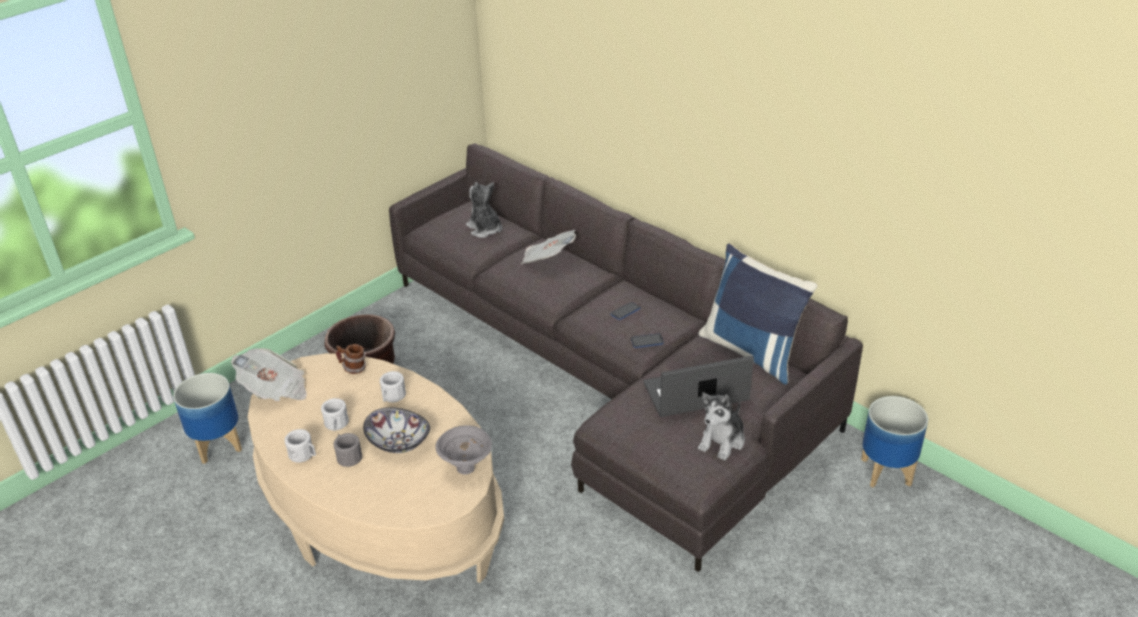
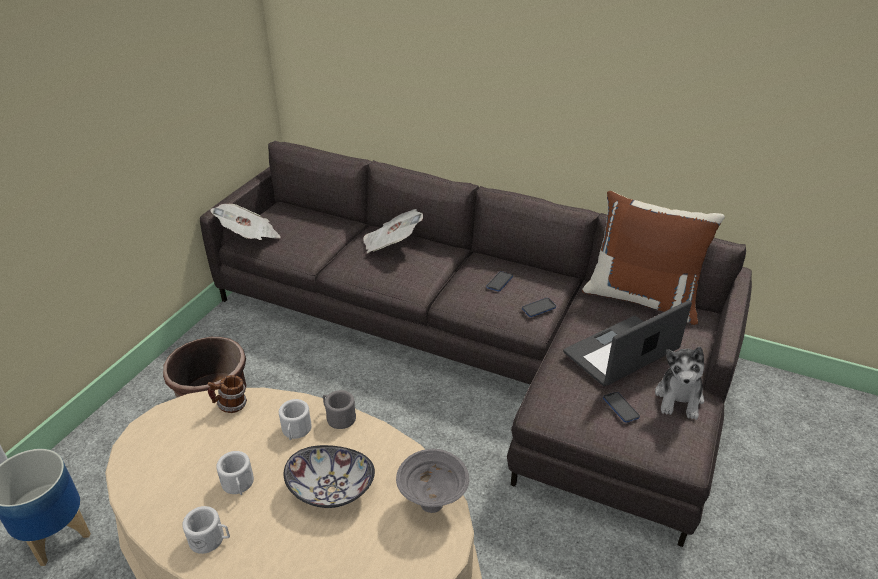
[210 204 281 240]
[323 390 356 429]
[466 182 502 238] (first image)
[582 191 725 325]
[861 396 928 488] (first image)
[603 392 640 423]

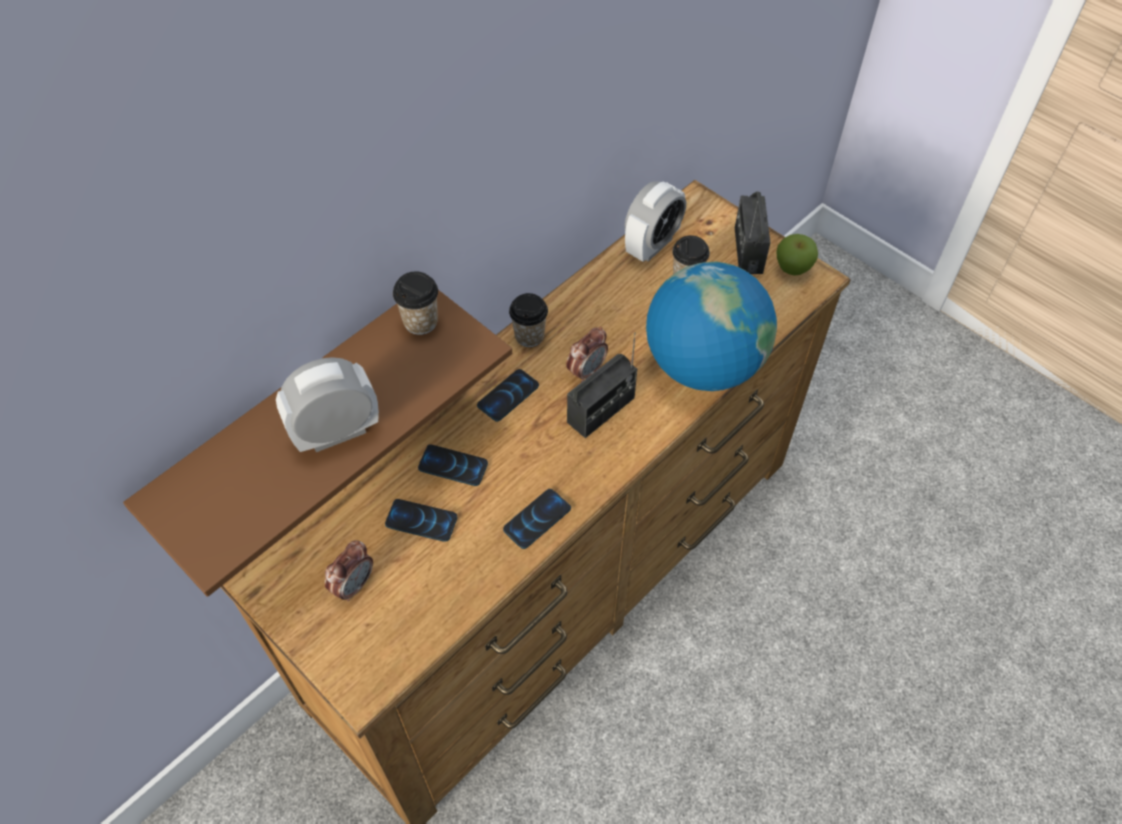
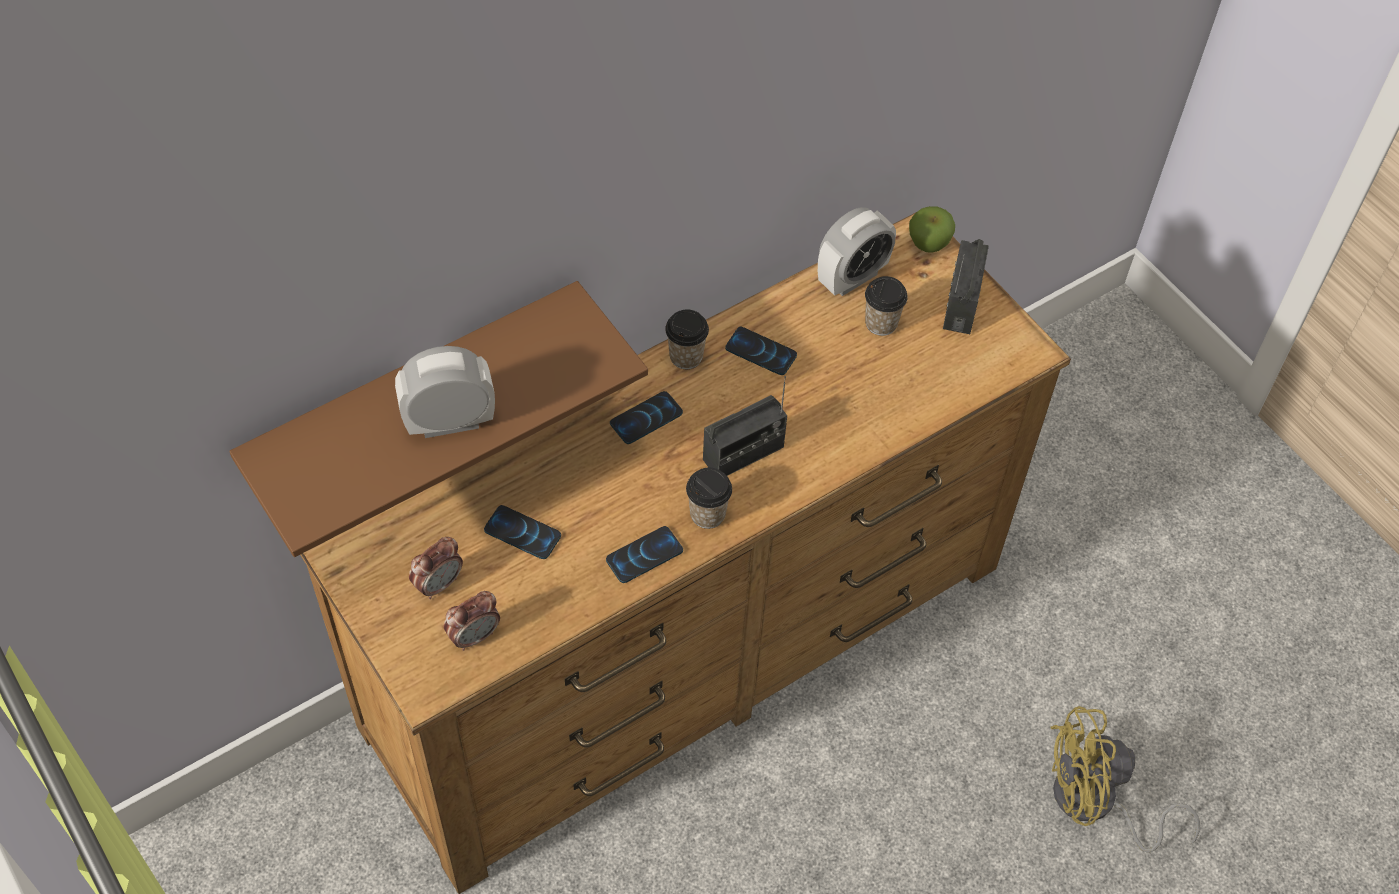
[686 468 732 529]
[725 327 797 375]
[444 591 500 651]
[646 262 777 391] (first image)
[909 206 955 253]
[1050 706 1200 853]

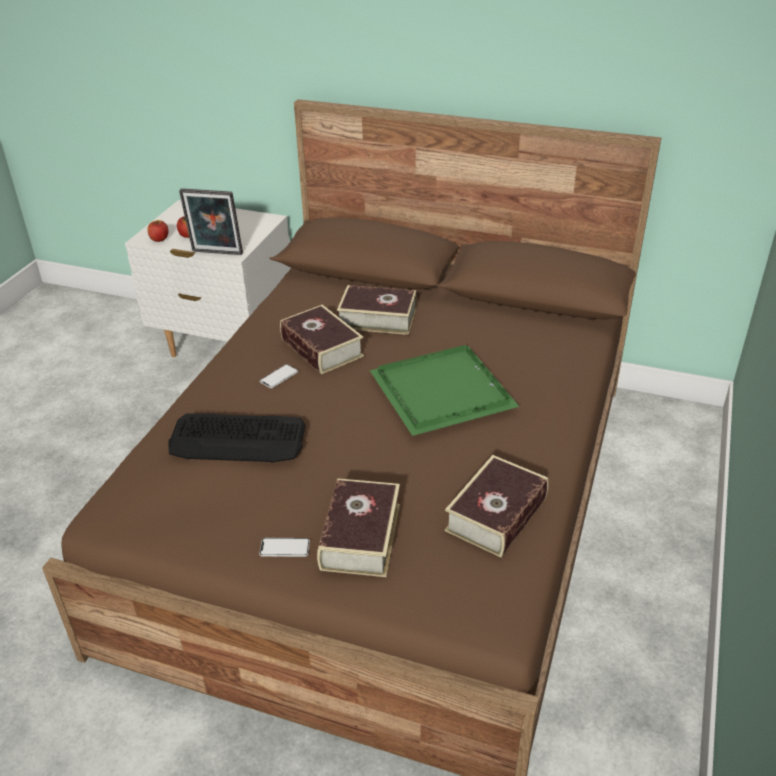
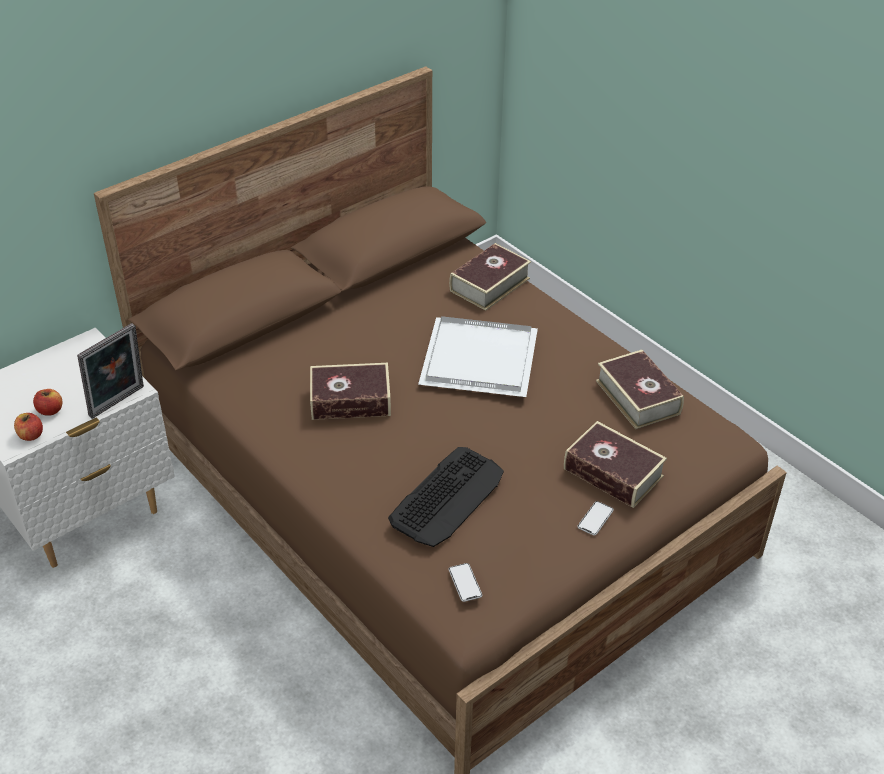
[449 563 482 602]
[449 243 531 311]
[418 316 538 397]

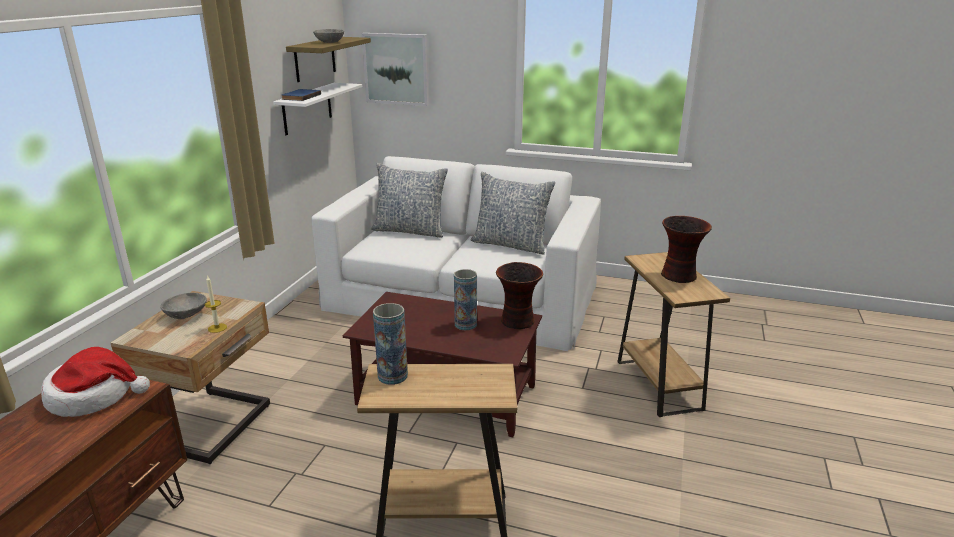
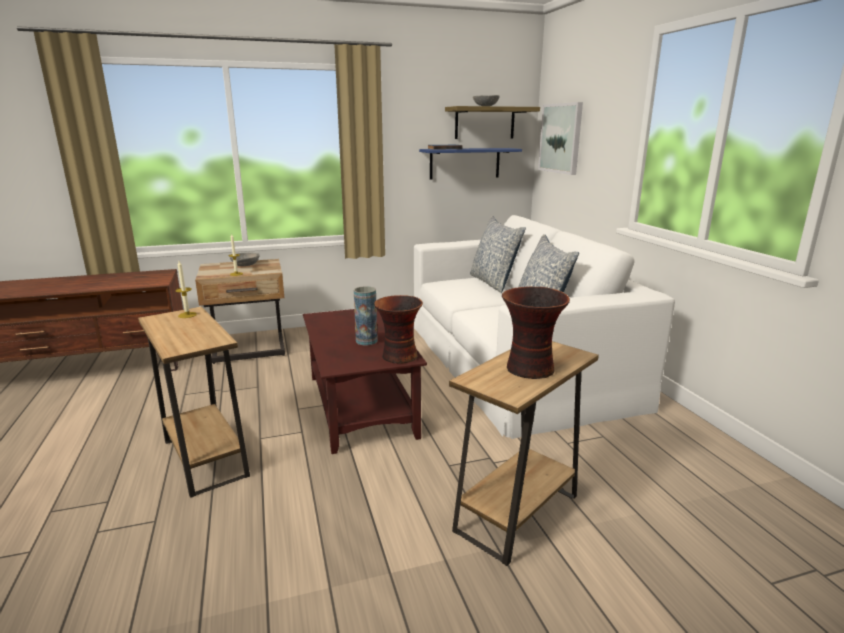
[41 347 150 417] (first image)
[419 148 522 180]
[175 261 197 318]

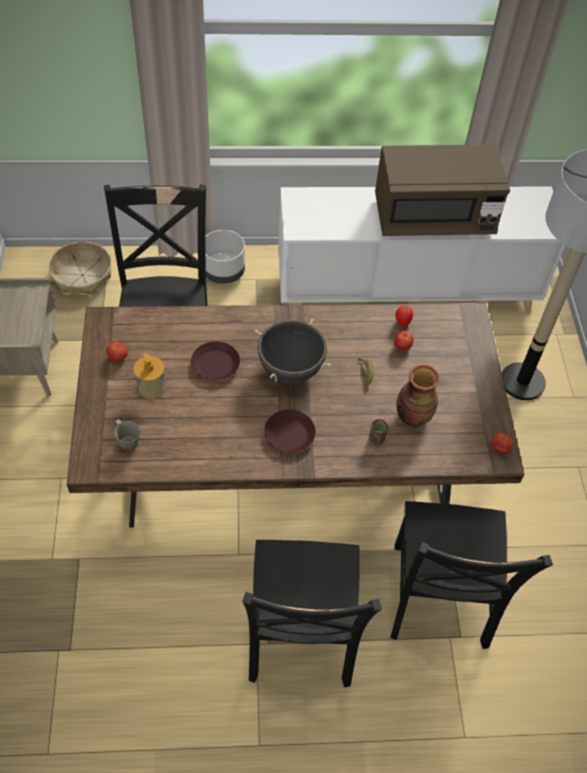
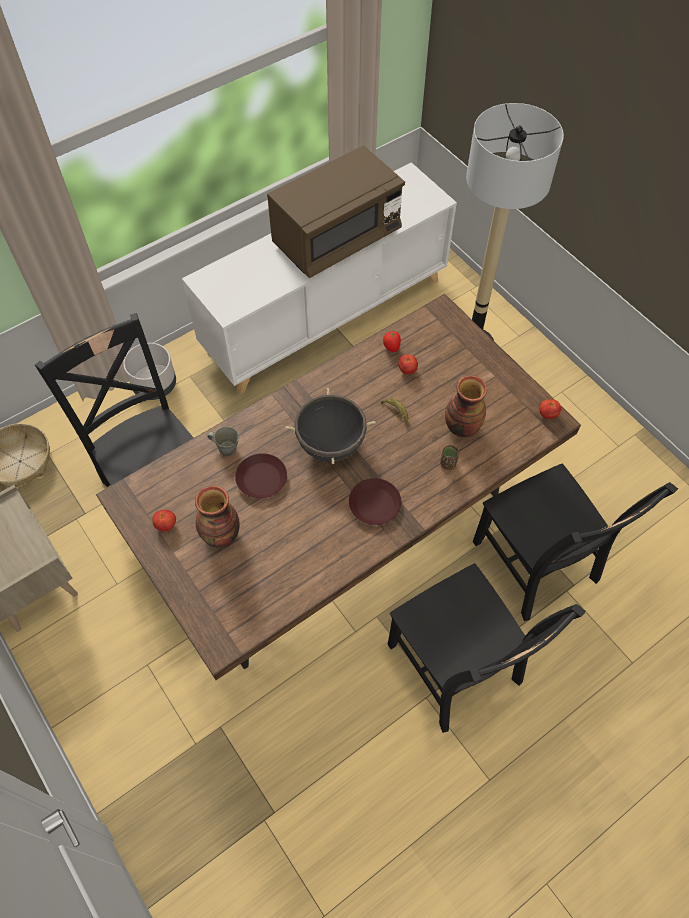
[207 427 239 456]
[195 486 240 548]

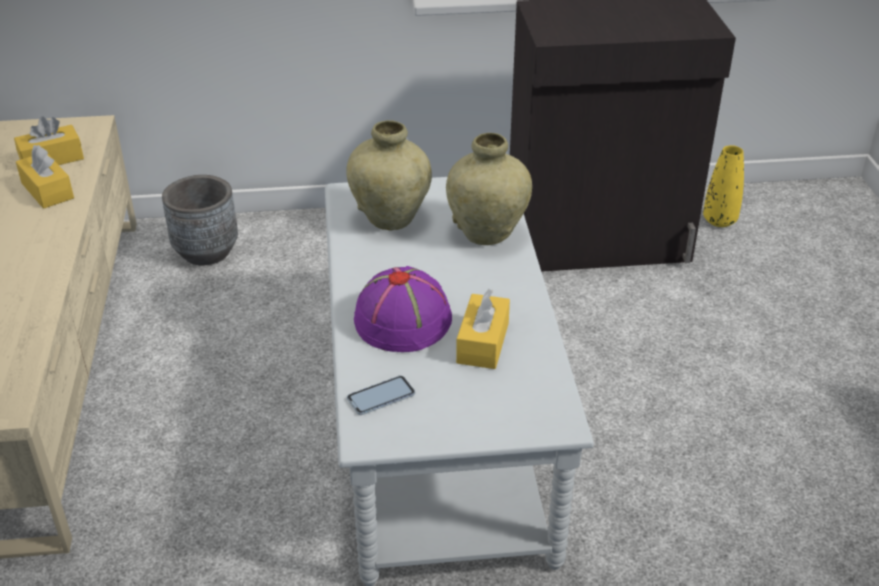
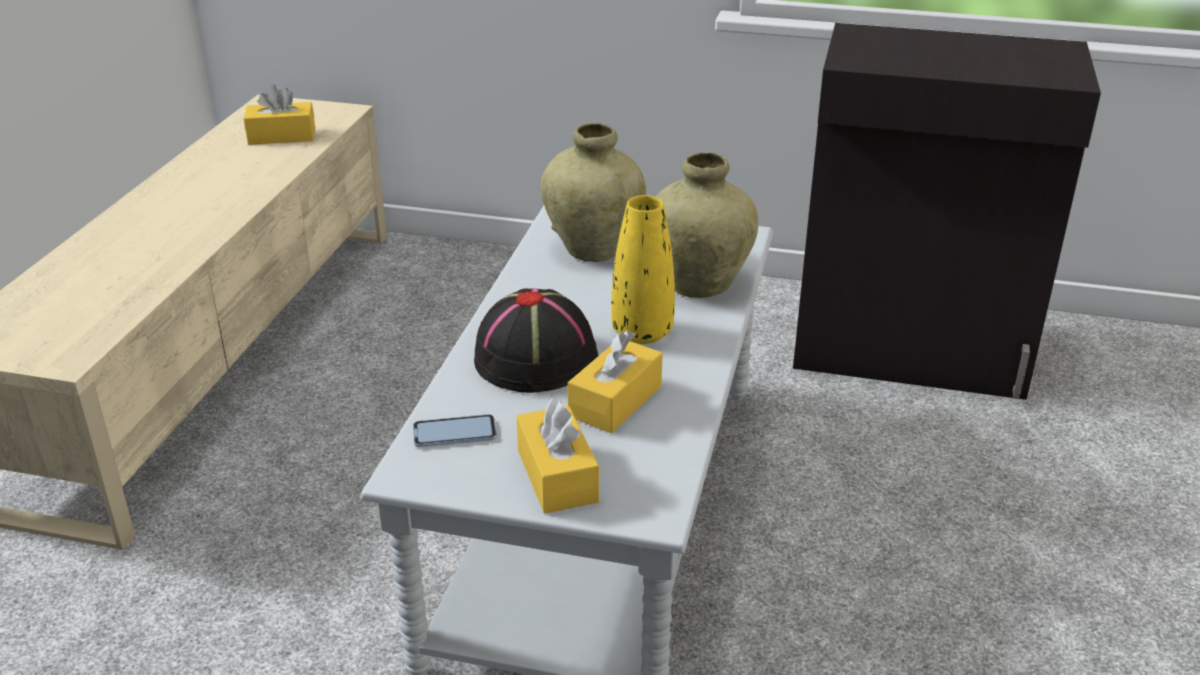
[516 398 599 513]
[162 175 238 265] (first image)
[474 288 598 393]
[611 195 675 344]

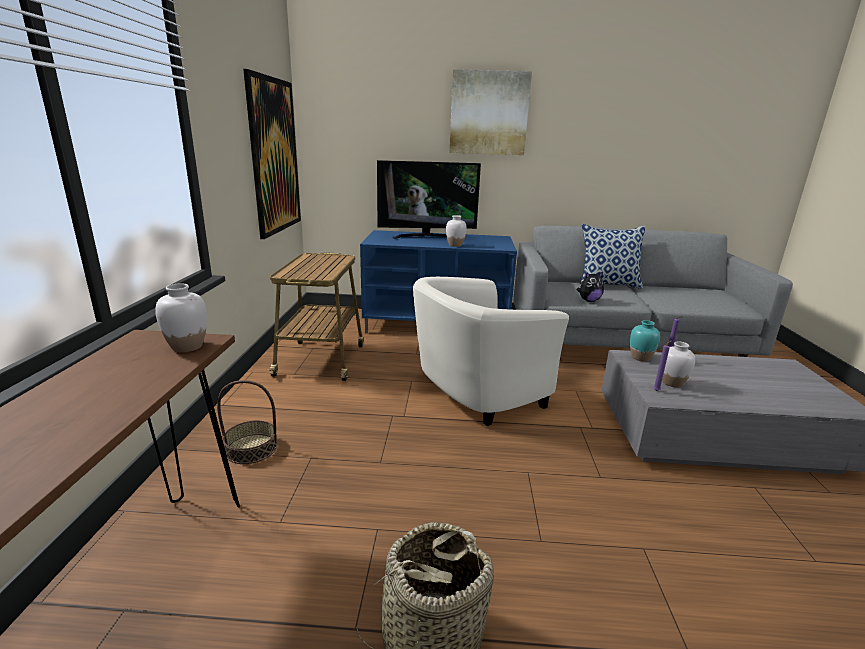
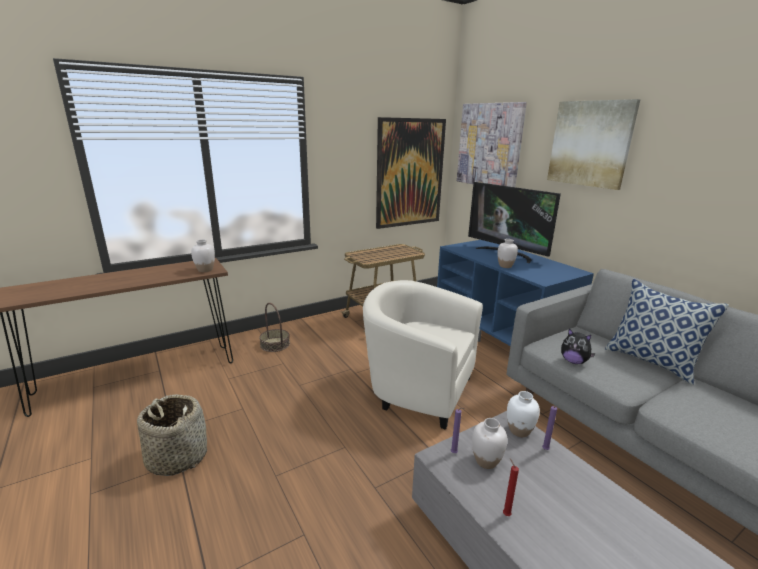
[507 391 540 437]
[457 102 527 187]
[503 458 519 516]

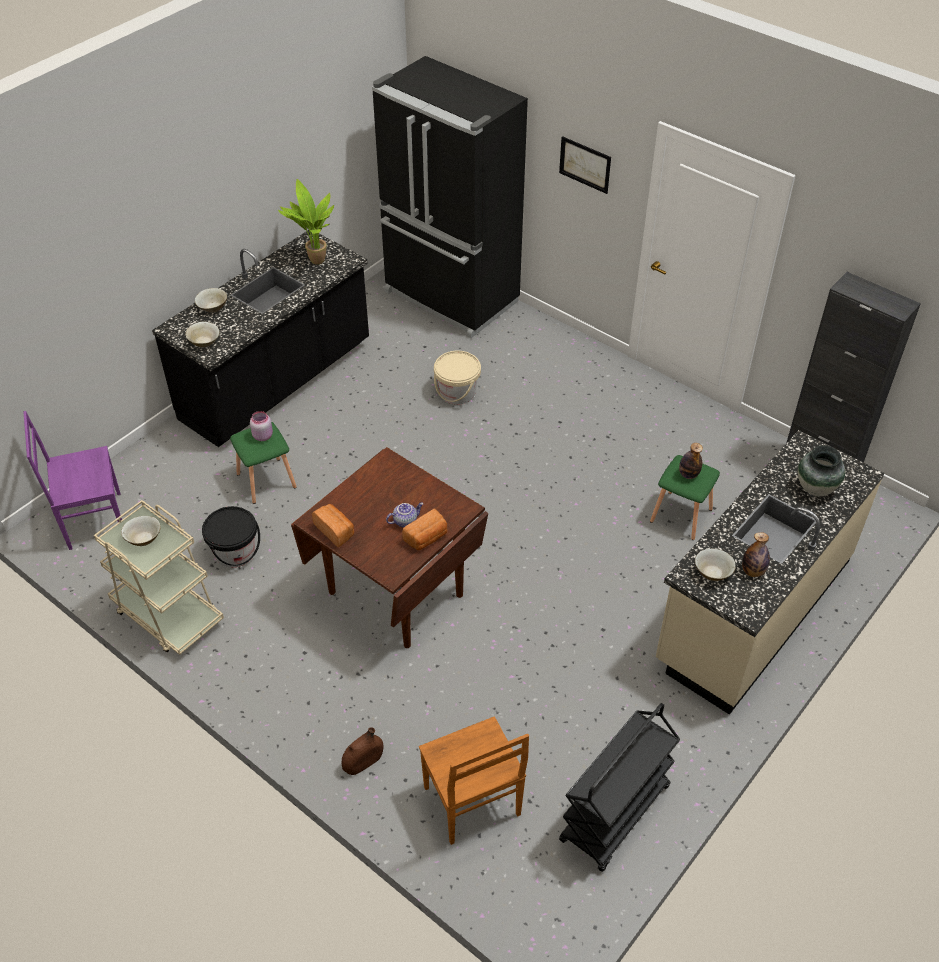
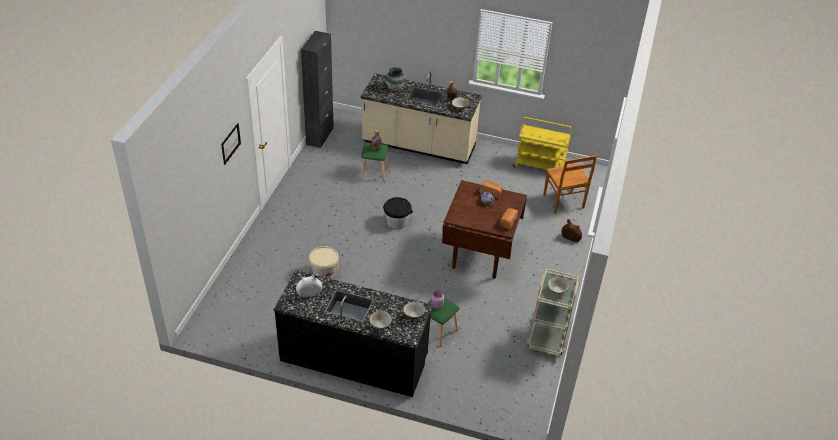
[24 411 122 550] (first image)
[383 197 413 229]
[296 273 322 297]
[372 56 528 338] (first image)
[543 155 597 214]
[513 117 572 170]

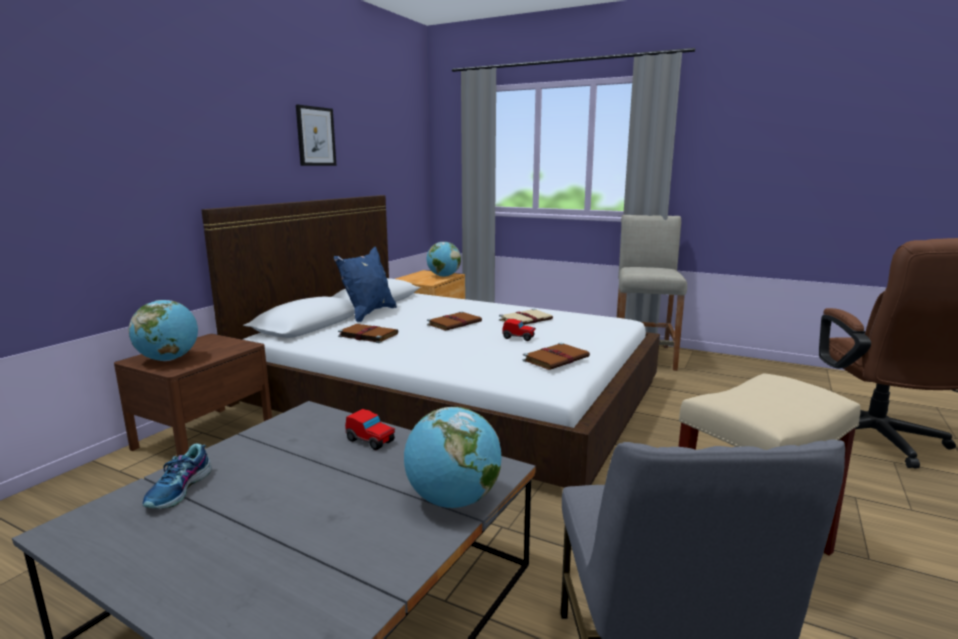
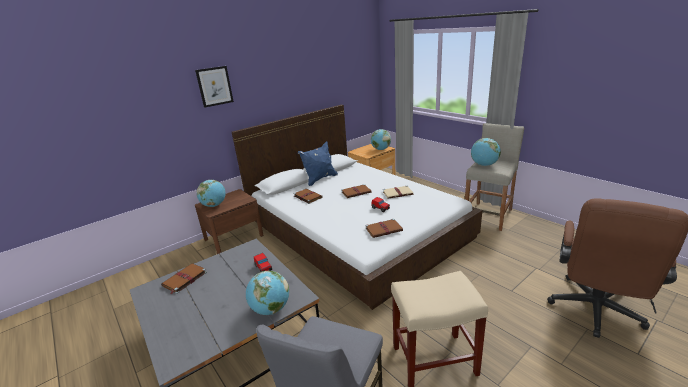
[161 263 207 294]
[195 66 234 108]
[471 138 501 166]

